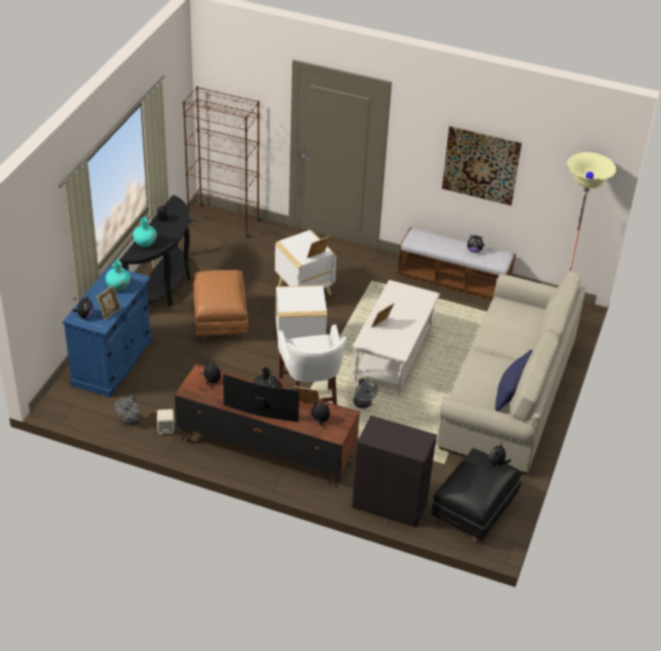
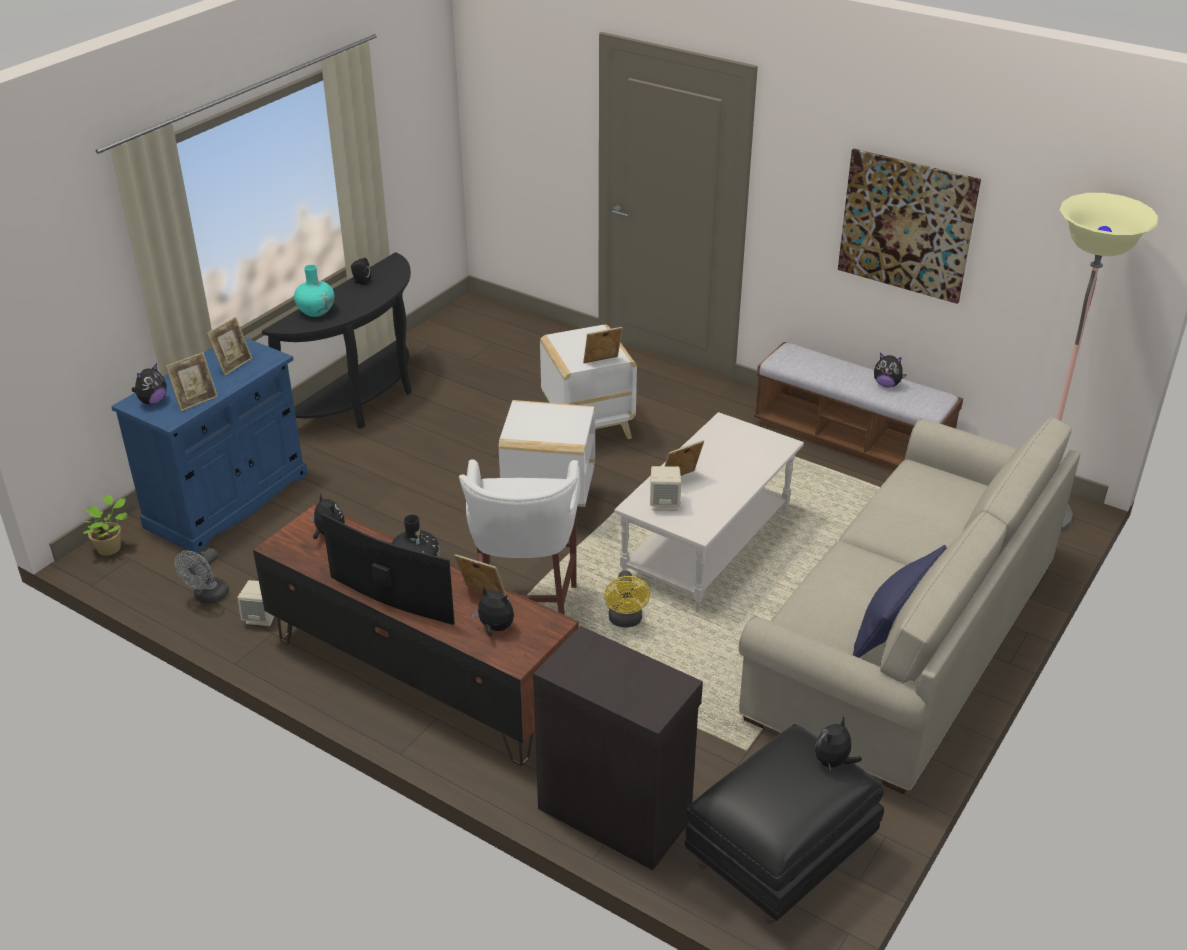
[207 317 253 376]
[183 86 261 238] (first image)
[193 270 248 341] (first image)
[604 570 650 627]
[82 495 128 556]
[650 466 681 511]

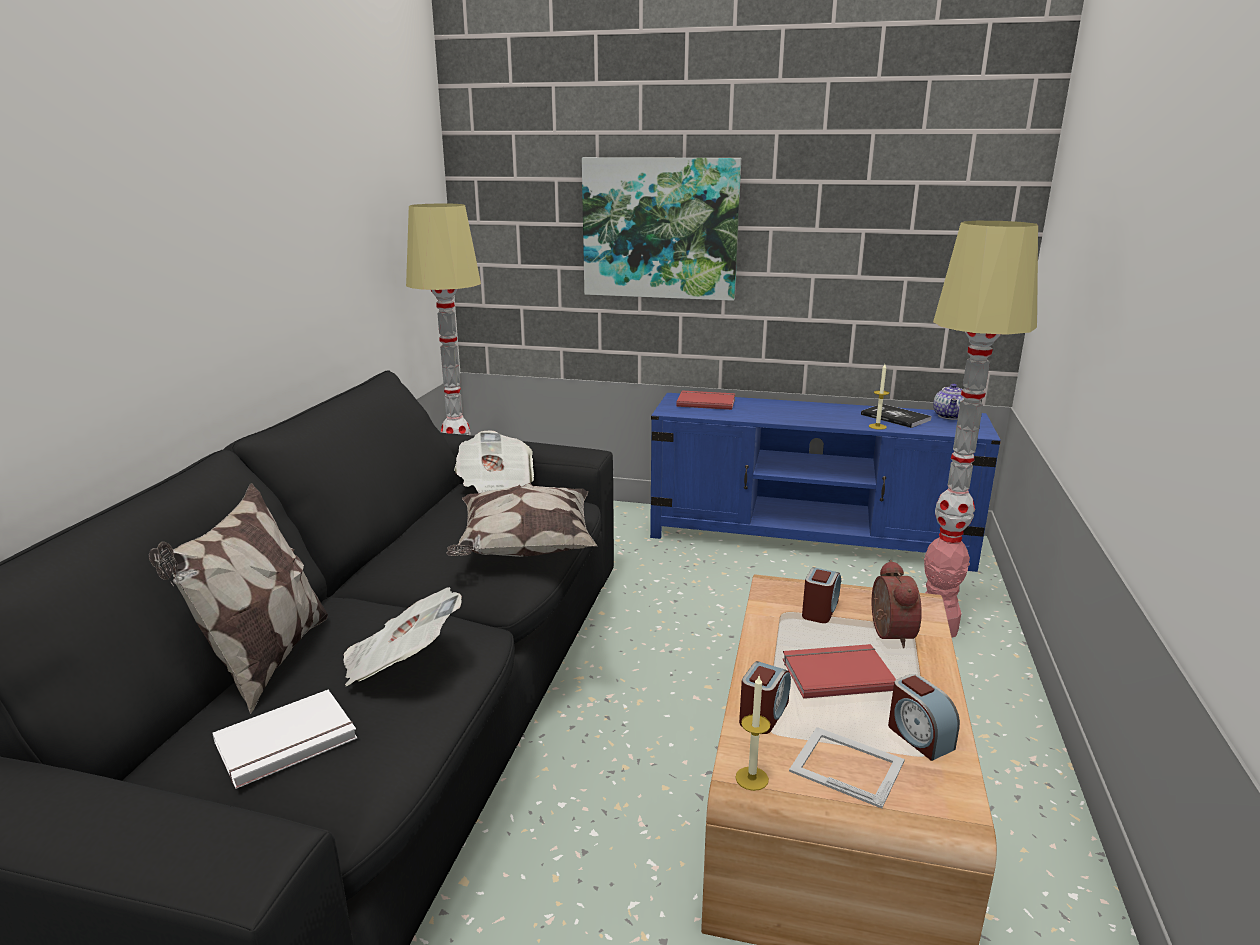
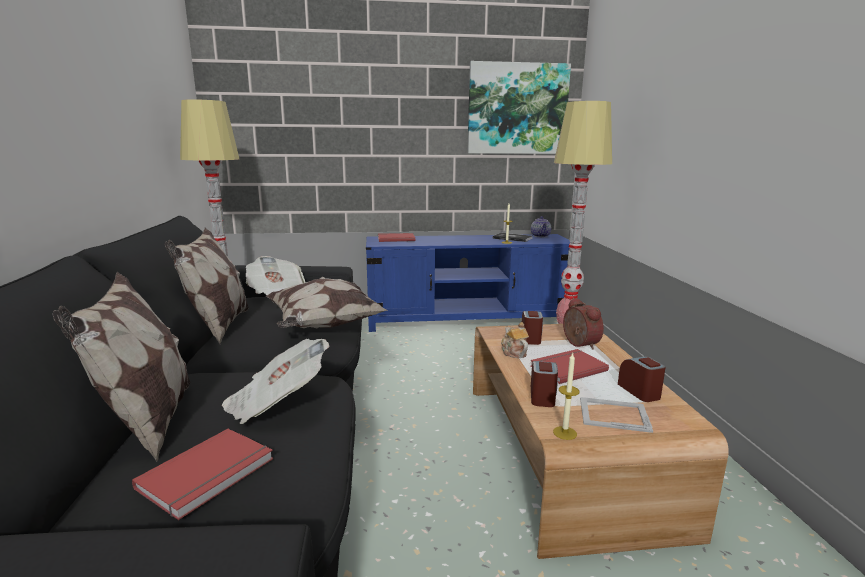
[132 428 273 520]
[467 61 571 154]
[618 357 666 402]
[165 227 249 344]
[501 322 529 358]

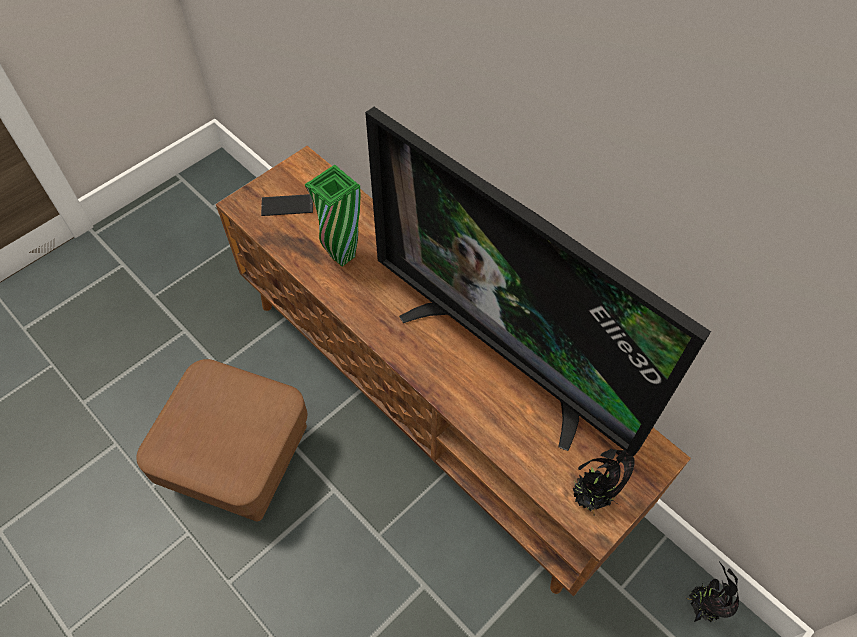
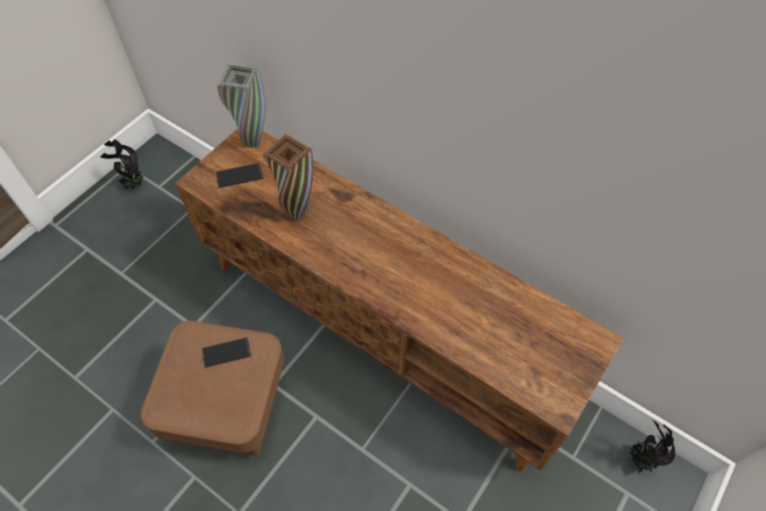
[263 134 313 222]
[365 107 711 457] (first image)
[100 139 144 189]
[202 337 251 368]
[217 64 266 148]

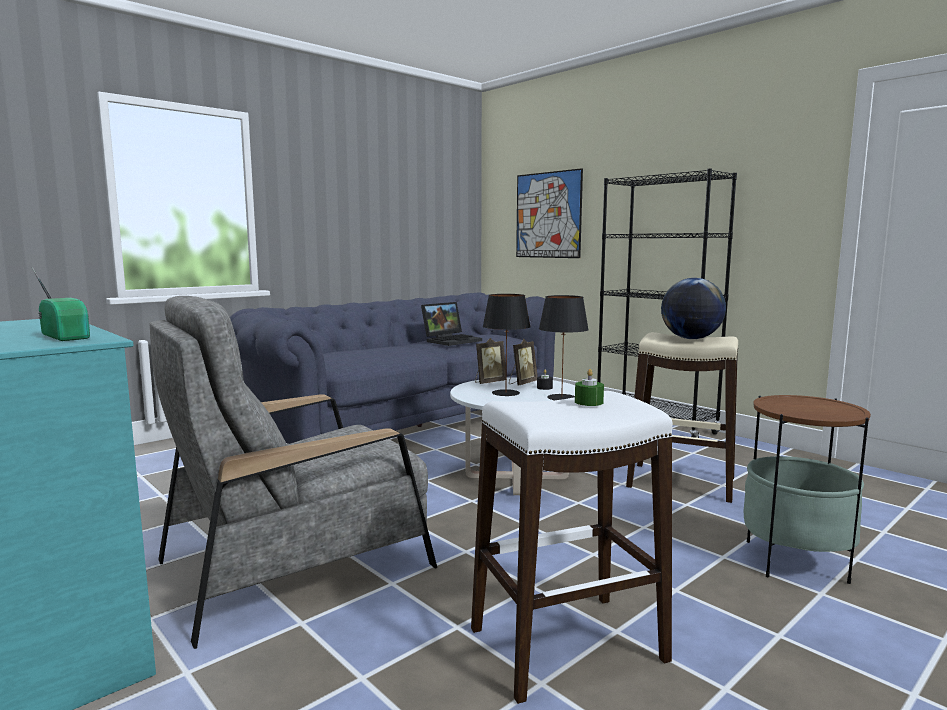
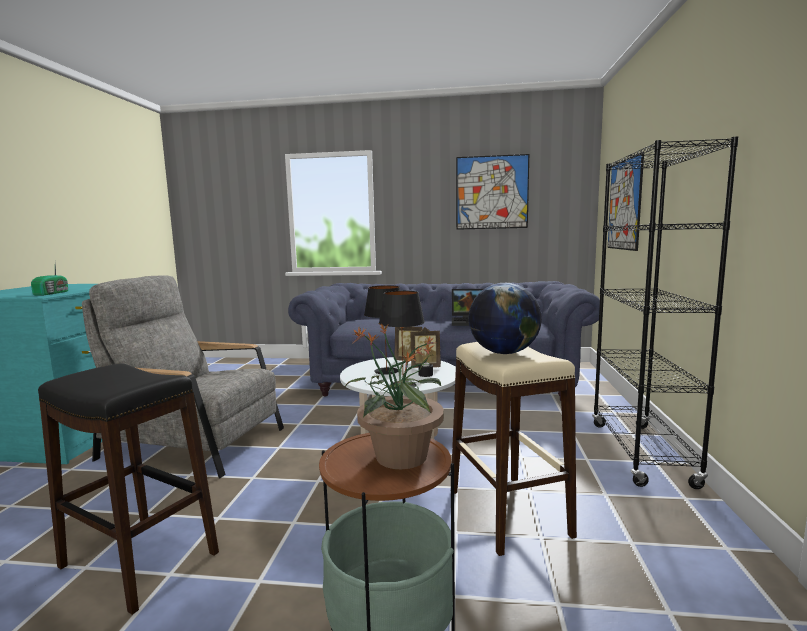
[38 364 219 615]
[575 369 604 406] (first image)
[345 322 444 469]
[456 154 529 230]

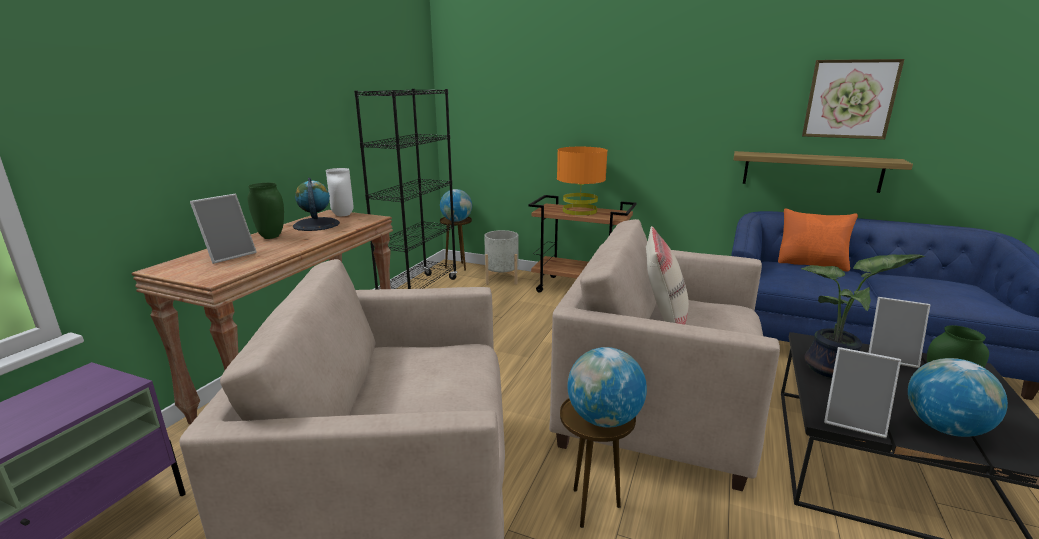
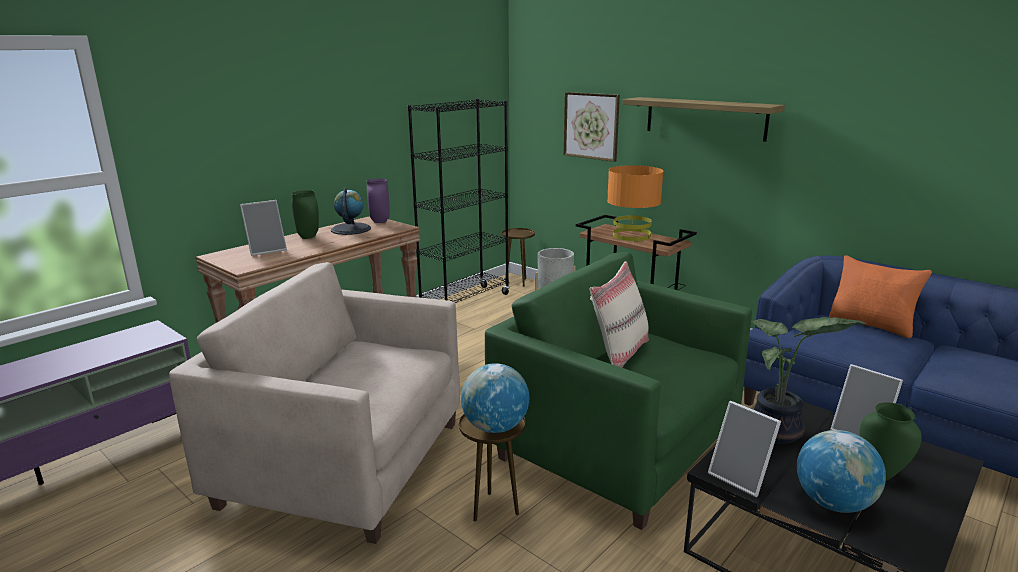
[367 179 390 223]
[440 189 472 222] (first image)
[485 252 752 530]
[623 97 785 142]
[564 92 620 162]

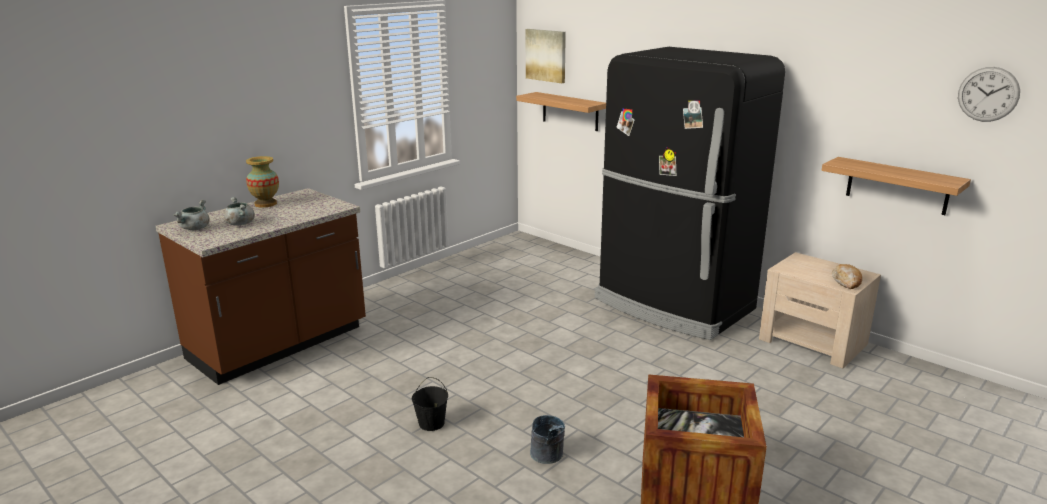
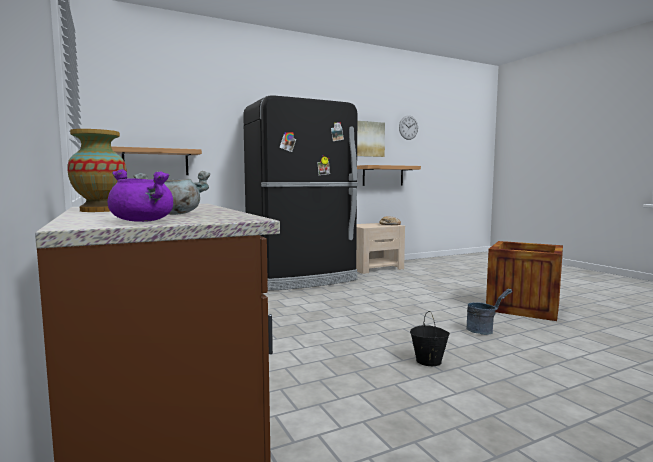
[107 169 173 222]
[357 121 385 157]

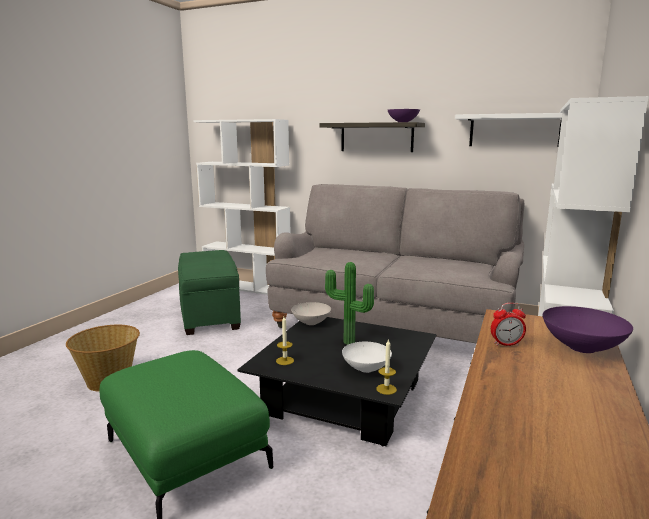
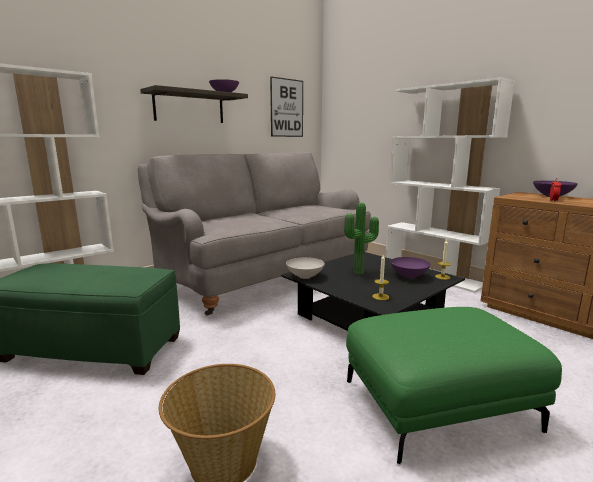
[391 257 431 278]
[270 76 303 137]

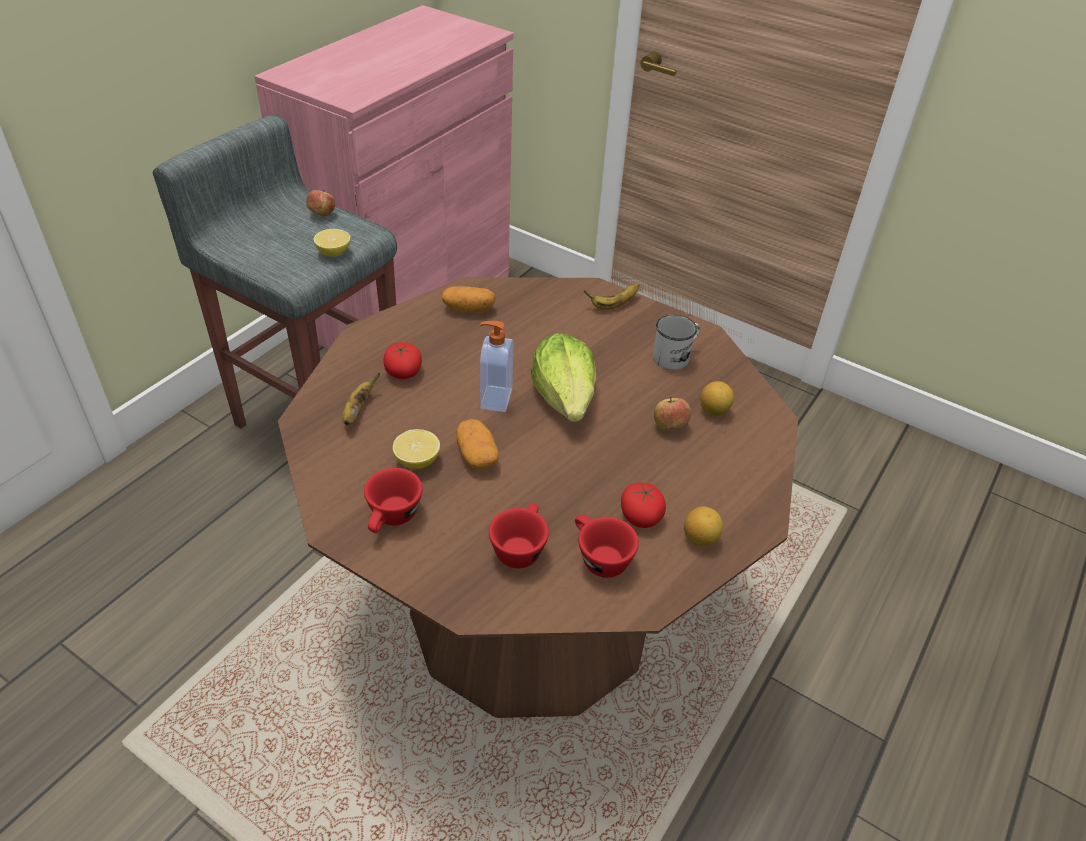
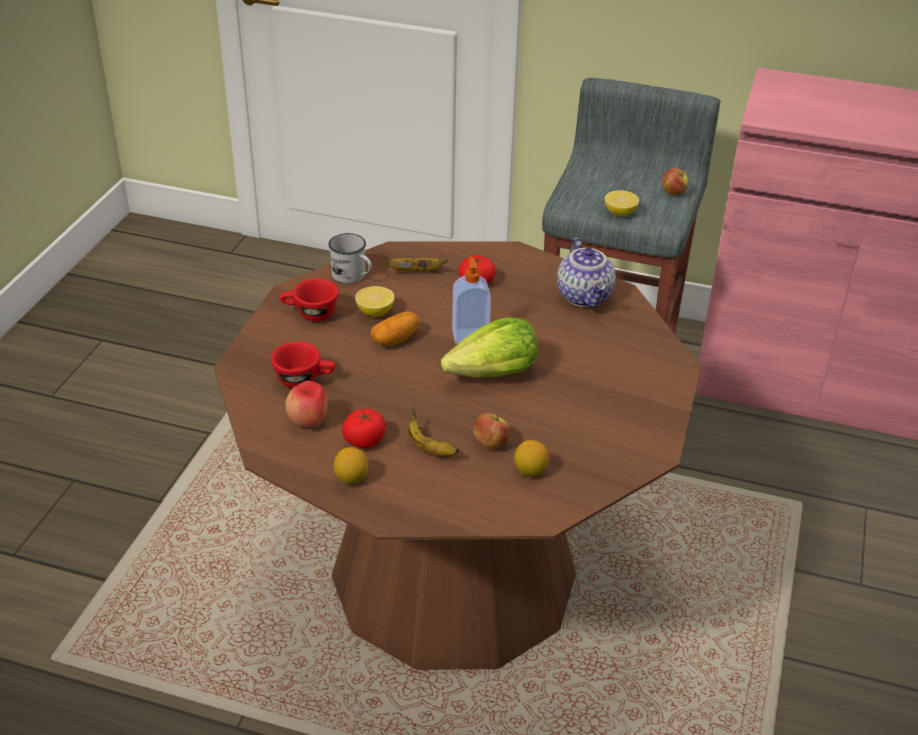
[557 238 616 308]
[286 381 327 427]
[408 408 459 456]
[328 233 372 283]

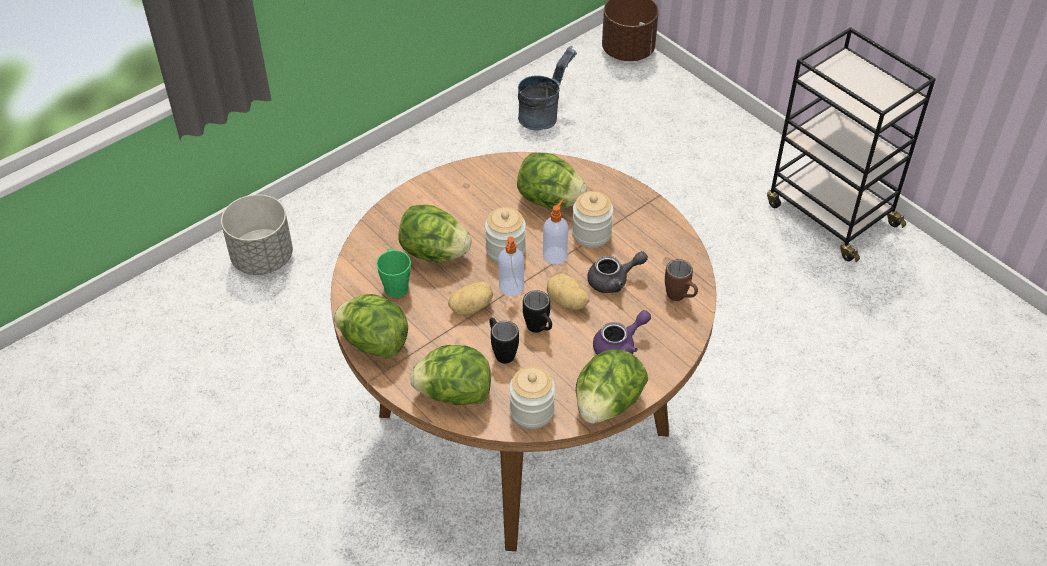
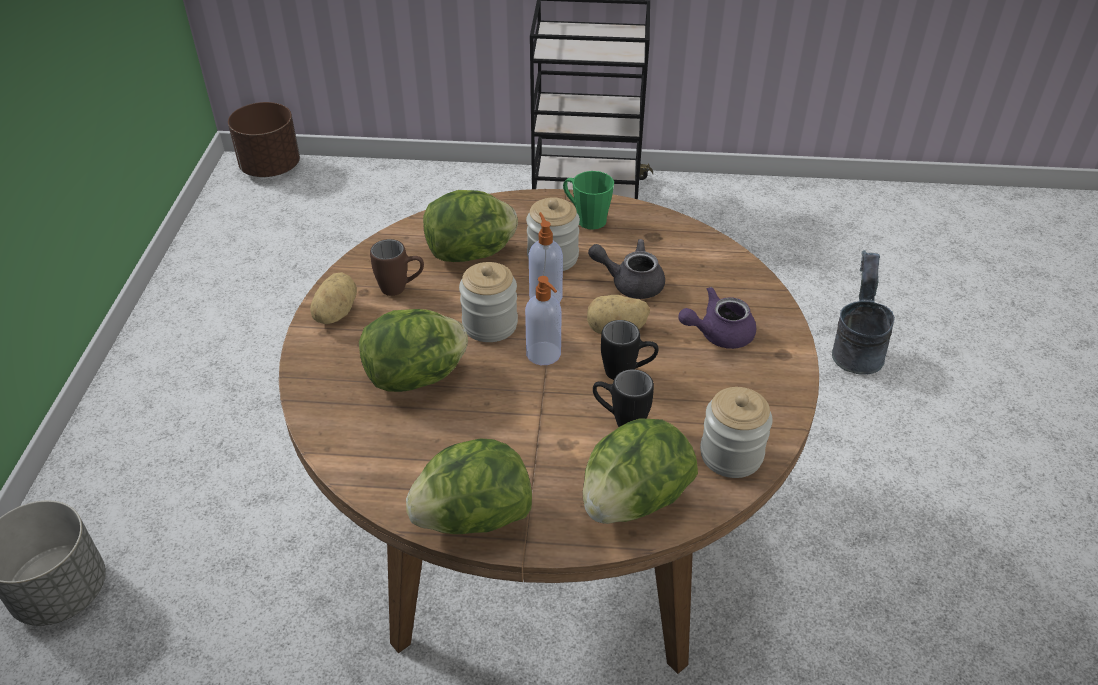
[563 171 614 230]
[310 272 357 324]
[832 250 895 375]
[576 349 648 424] (first image)
[588 239 665 299]
[678 287 756 349]
[370 239 424 296]

